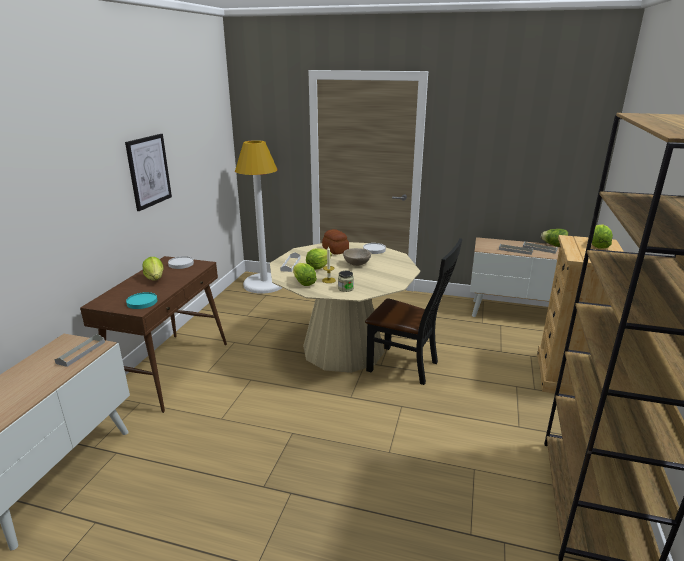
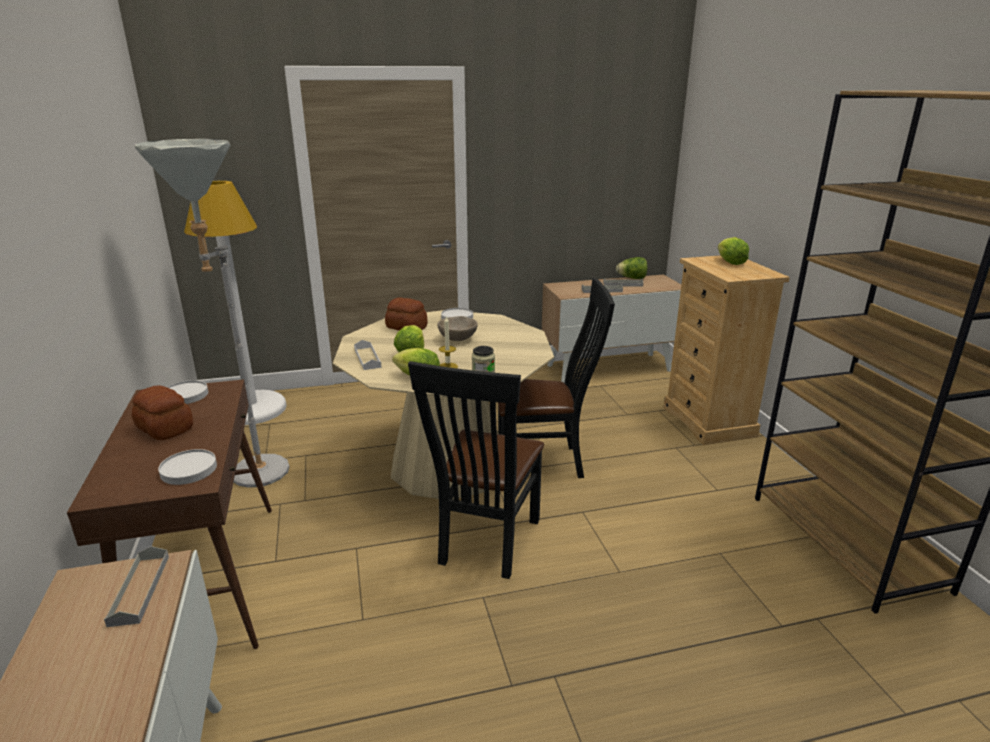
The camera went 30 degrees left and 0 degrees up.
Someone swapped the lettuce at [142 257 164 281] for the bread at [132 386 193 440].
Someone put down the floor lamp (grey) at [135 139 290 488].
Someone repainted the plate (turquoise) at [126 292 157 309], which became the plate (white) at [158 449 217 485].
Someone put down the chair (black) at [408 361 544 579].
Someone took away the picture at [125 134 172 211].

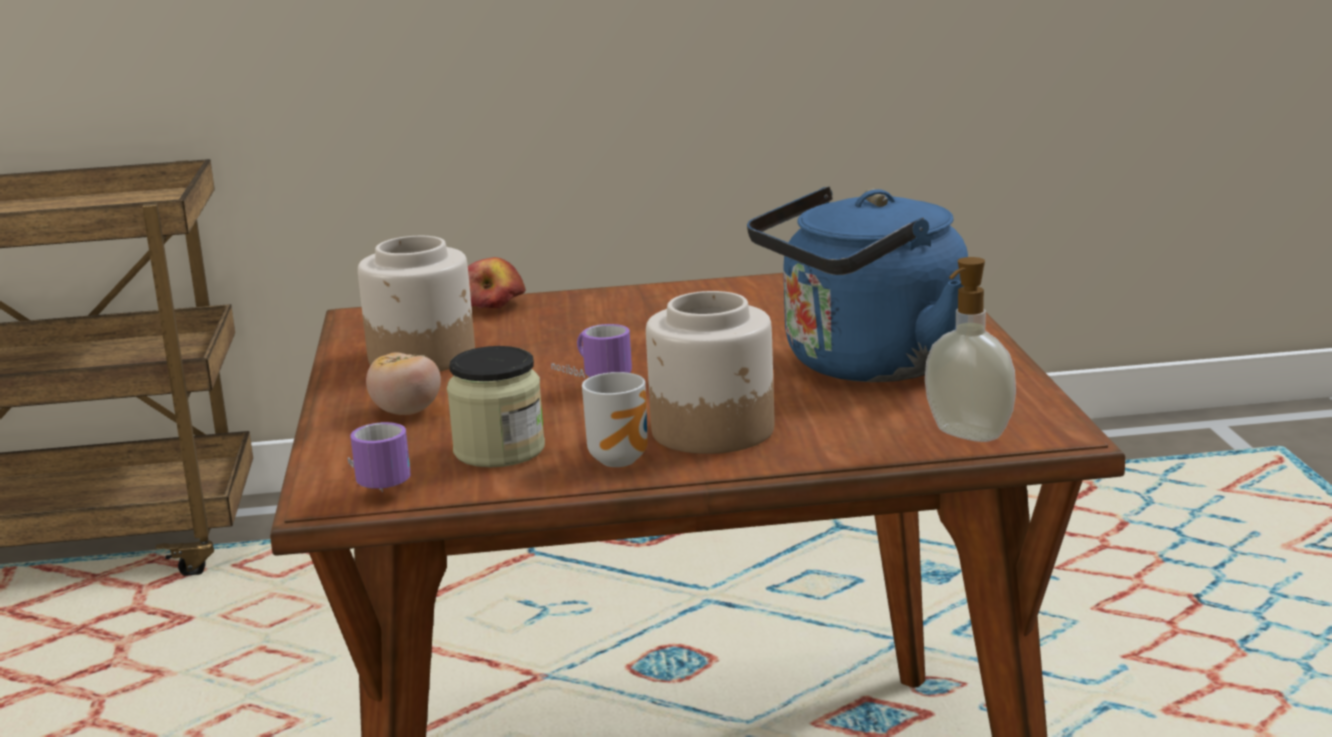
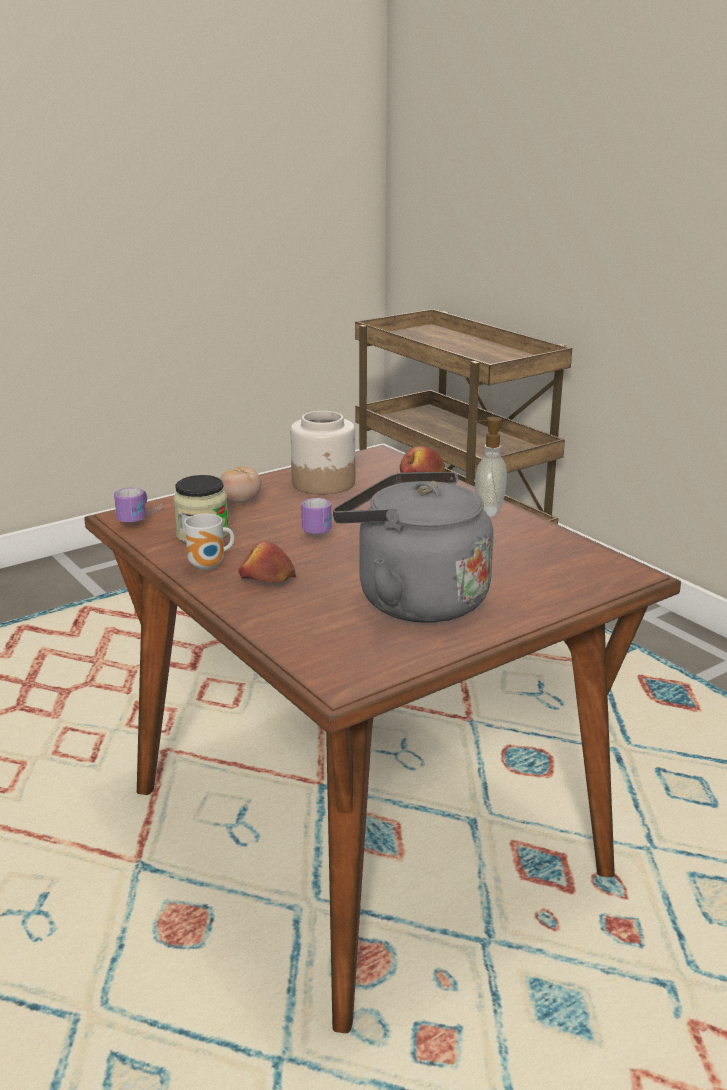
The camera went 60 degrees right and 5 degrees up.
Someone swapped the jar at [646 291 774 454] for the apple at [238 542 296 583].
Someone repainted the kettle (blue) at [747 186 968 382], which became the kettle (grey) at [333 472 493 623].
Someone carried the soap dispenser from [925 257 1016 442] to [475 417 507 517].

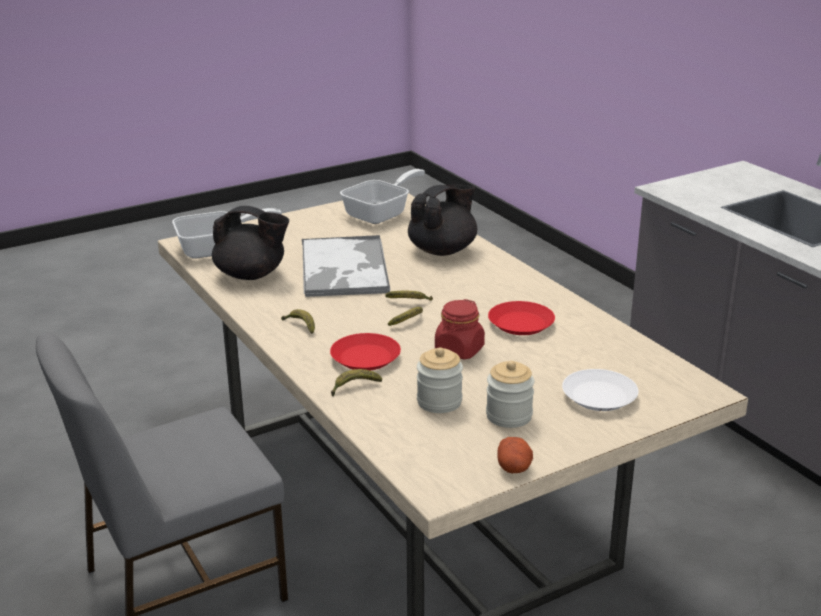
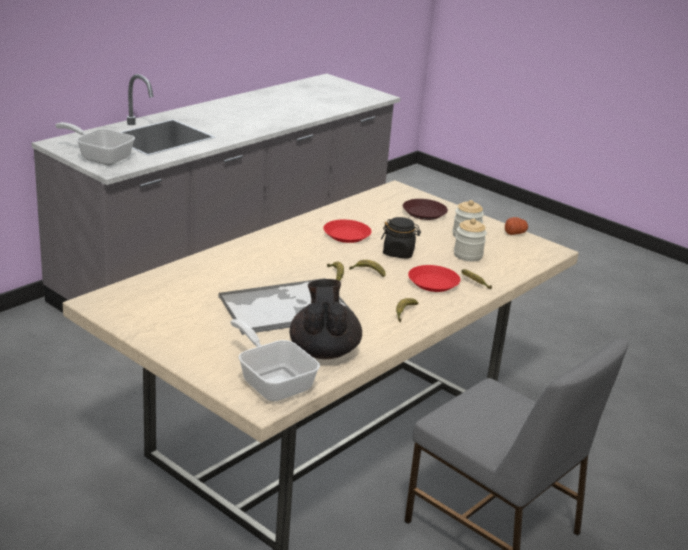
The camera went 110 degrees left and 0 degrees up.
Someone carried the frying pan from [340 169 425 224] to [55 122 135 166].
Someone repainted the jar (red) at [435 299 485 360], which became the jar (black) at [381 217 421 259].
Someone repainted the plate (white) at [562 369 639 411], which became the plate (brown) at [403 199 448 220].
Someone took away the teapot (black) at [408 185 477 256].

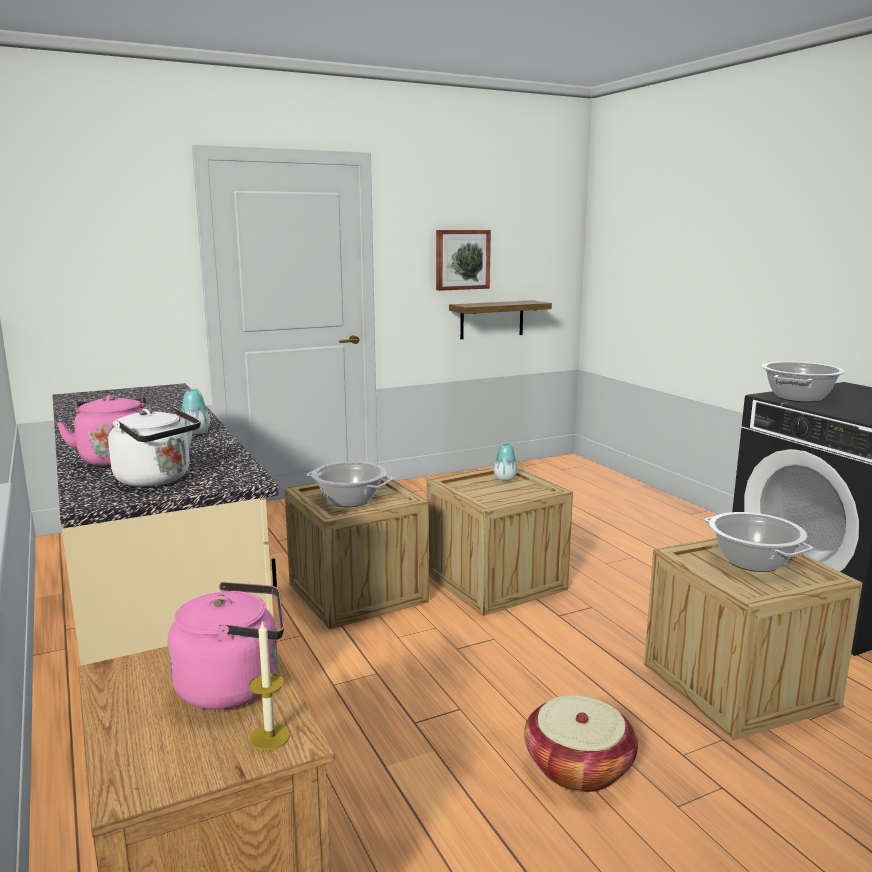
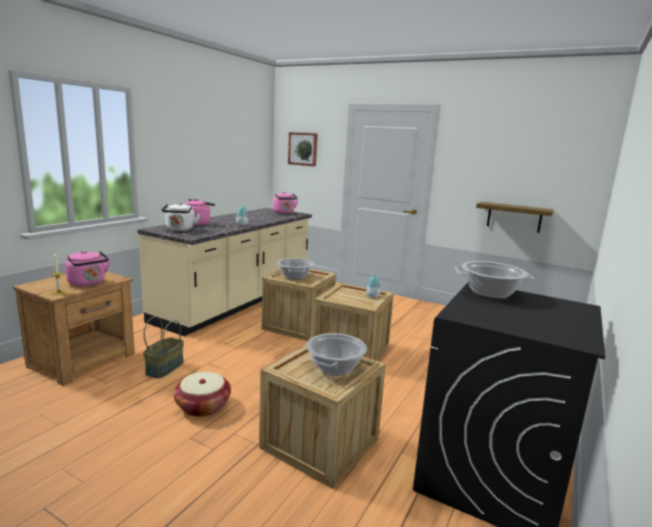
The camera went 55 degrees right and 0 degrees up.
Someone put down the basket at [143 316 184 378].
Someone put down the kettle (pink) at [273 192 298 214].
Someone carried the picture from [436 230 491 291] to [288 132 318 166].

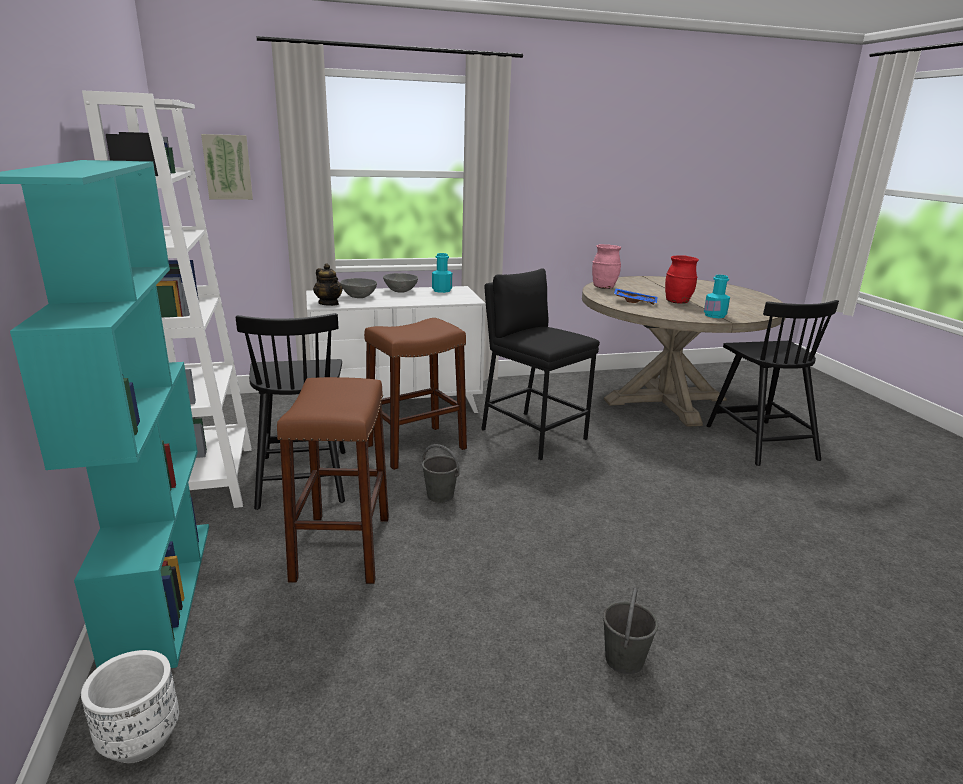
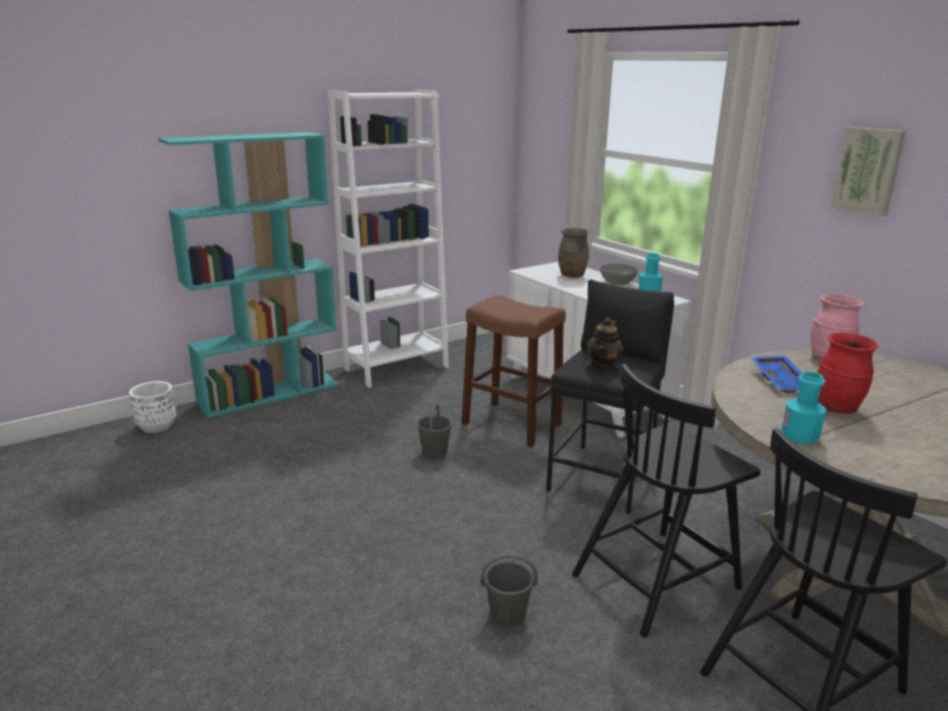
The camera went 70 degrees right and 0 degrees up.
Someone carried the bucket (grey) from [603 587 658 674] to [480 554 538 628].
Someone swapped the bowl (grey) at [340 278 377 298] for the vase (brown) at [558 228 589 277].
Someone carried the chair (black) from [236 313 346 510] to [572 364 760 638].
Someone carried the teapot from [313 264 343 306] to [586 317 624 370].
Someone carried the picture from [201 134 253 200] to [831 127 906 216].
Someone took away the stool (brown) at [277 377 389 584].

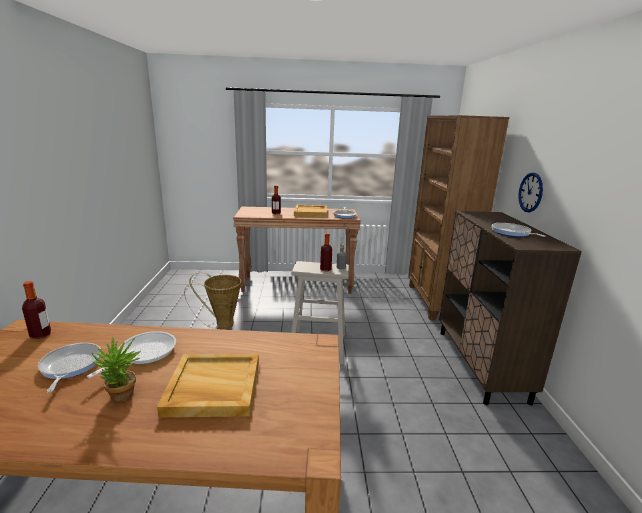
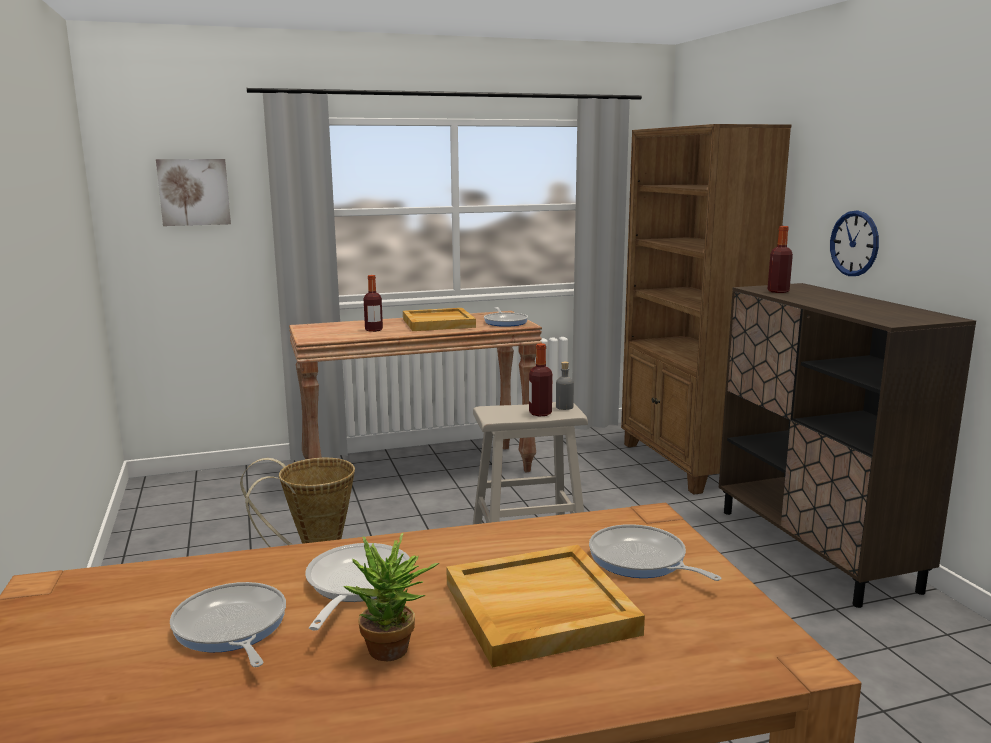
The camera went 15 degrees left and 5 degrees down.
Someone put up the picture at [156 159 231 226].
Someone carried the frying pan from [492 223 546 237] to [589 524 721 581].
Someone carried the bottle from [22 281 51 339] to [768 226 793 293].

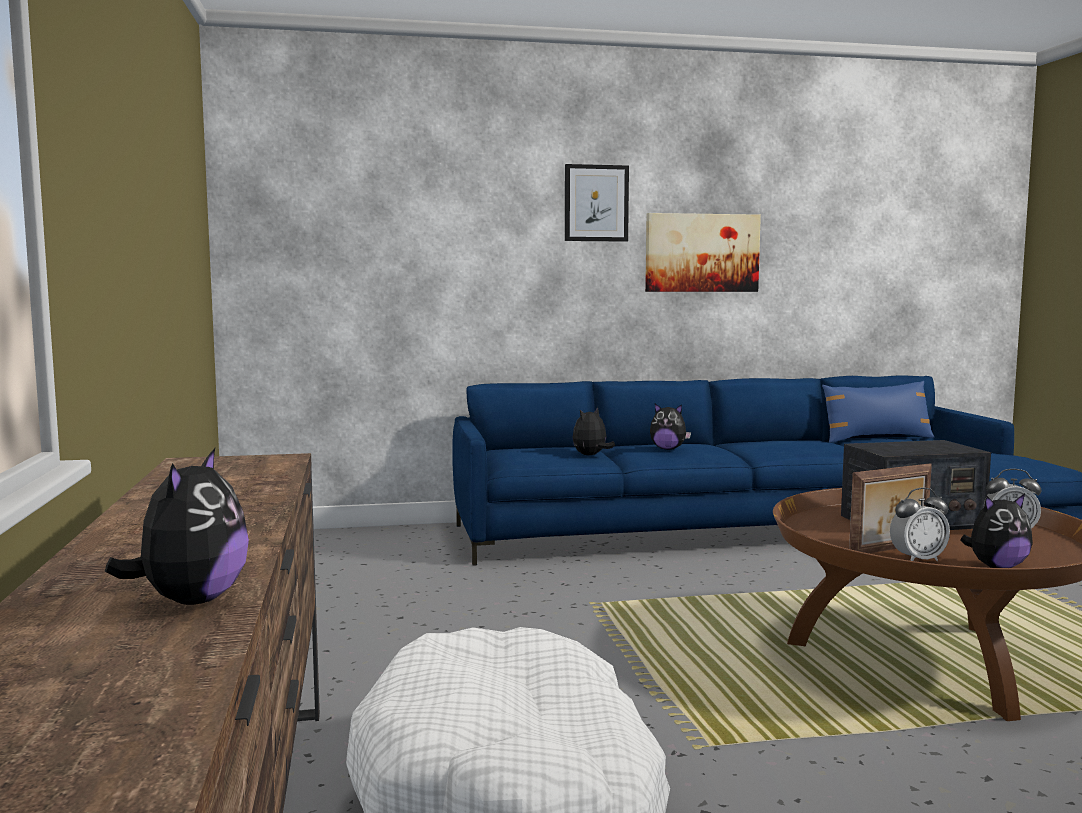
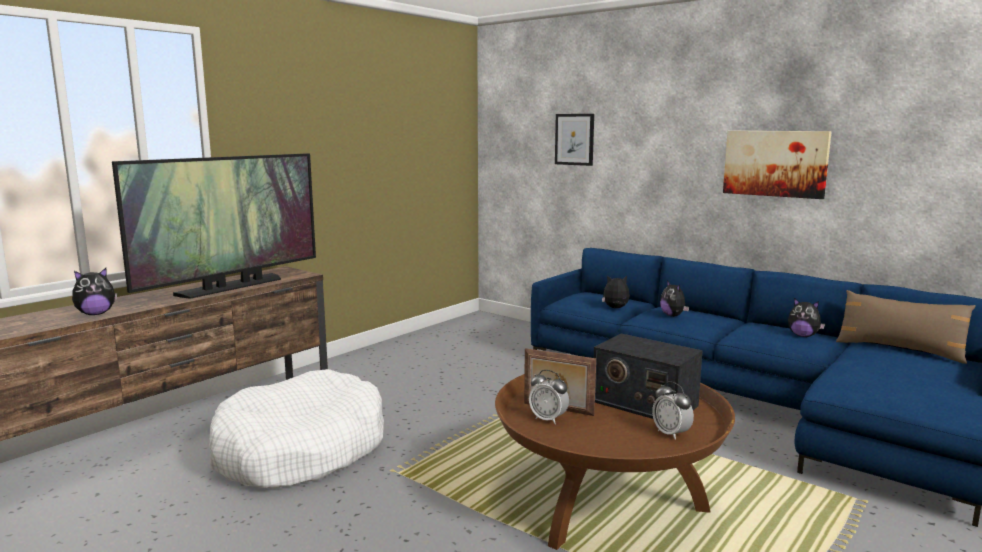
The camera went 50 degrees right and 5 degrees up.
Someone put down the television at [112 153 316 299].
Someone carried the picture from [565 164 629 242] to [555 114 594 166].
Someone carried the plush toy from [960 494 1033 568] to [788 298 825 337].
Someone repainted the pillow (blue) at [822 381 934 443], which became the pillow (brown) at [836 290 976 364].

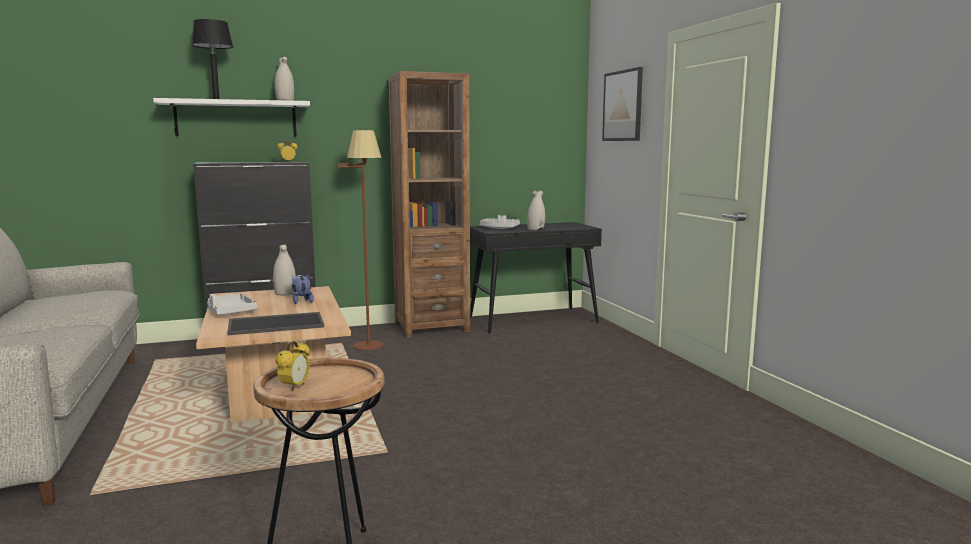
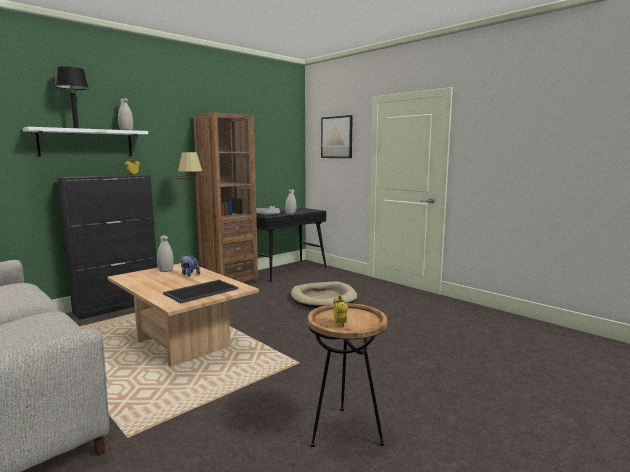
The camera went 25 degrees left and 0 degrees up.
Someone put down the dog bed (beige) at [291 281 357 308].
Someone took away the tray (grey) at [207 293 258 315].

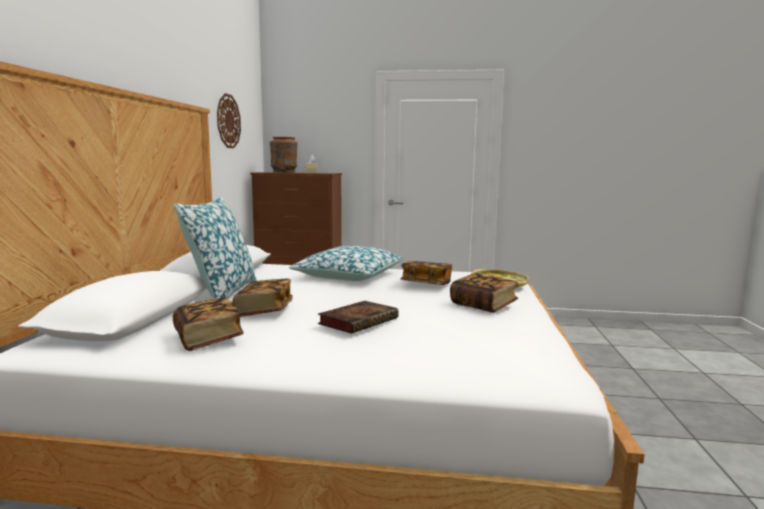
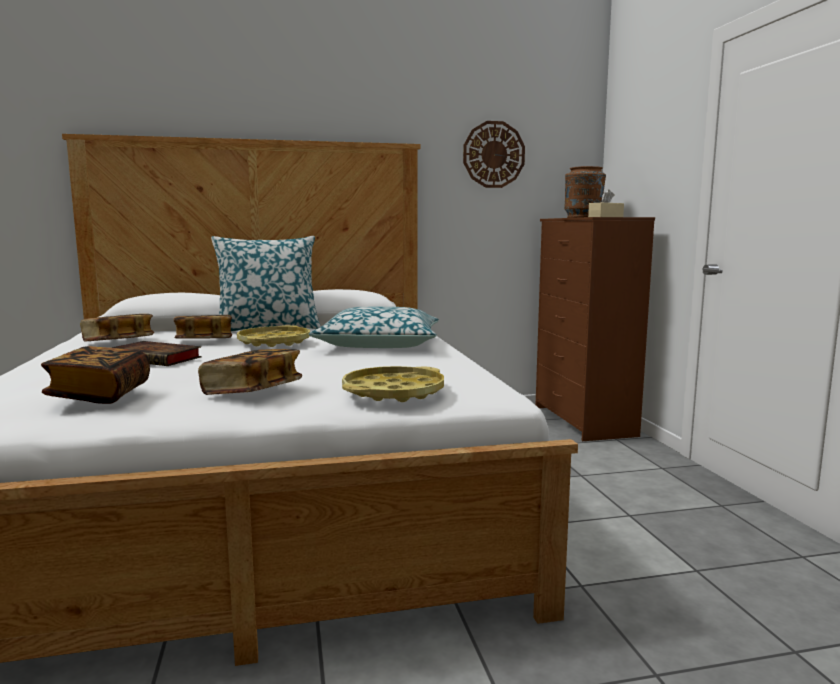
The camera went 70 degrees right and 0 degrees up.
Someone carried the book from [401 261 452 285] to [41 346 150 404].
Someone put down the tray (yellow) at [237 325 310 347].

